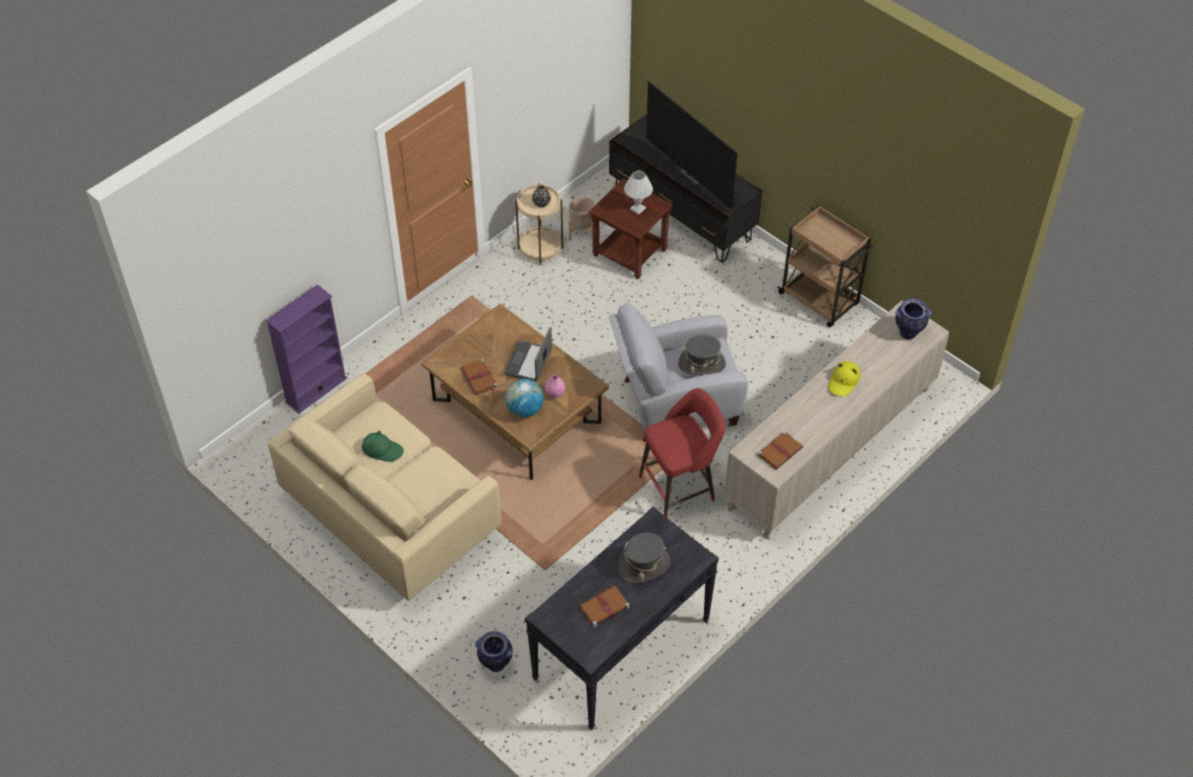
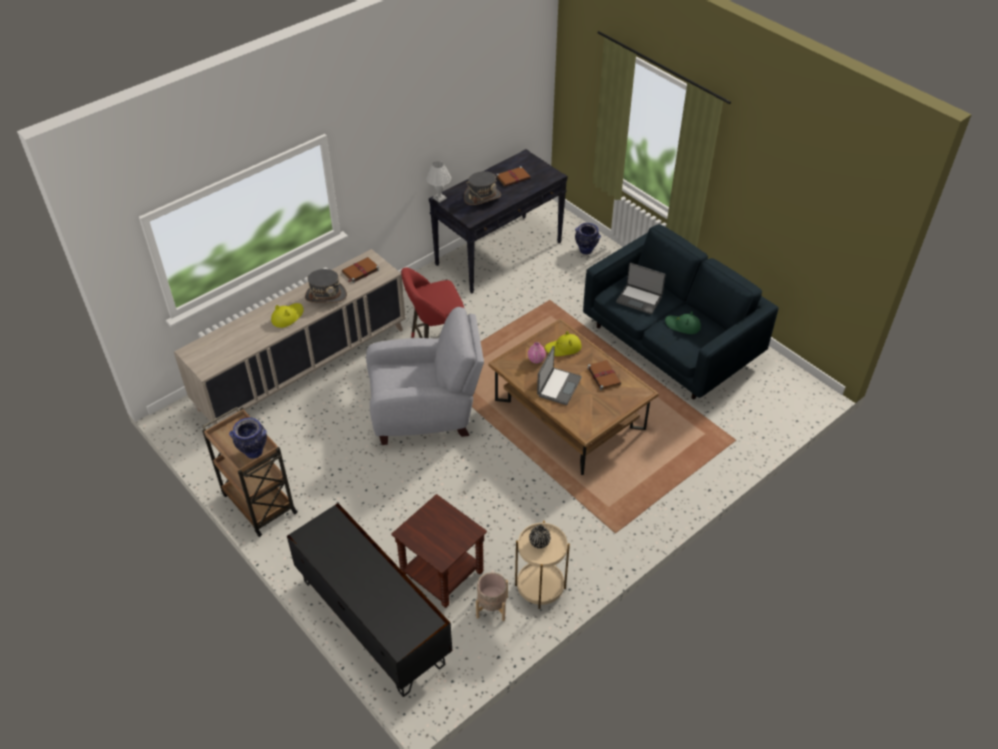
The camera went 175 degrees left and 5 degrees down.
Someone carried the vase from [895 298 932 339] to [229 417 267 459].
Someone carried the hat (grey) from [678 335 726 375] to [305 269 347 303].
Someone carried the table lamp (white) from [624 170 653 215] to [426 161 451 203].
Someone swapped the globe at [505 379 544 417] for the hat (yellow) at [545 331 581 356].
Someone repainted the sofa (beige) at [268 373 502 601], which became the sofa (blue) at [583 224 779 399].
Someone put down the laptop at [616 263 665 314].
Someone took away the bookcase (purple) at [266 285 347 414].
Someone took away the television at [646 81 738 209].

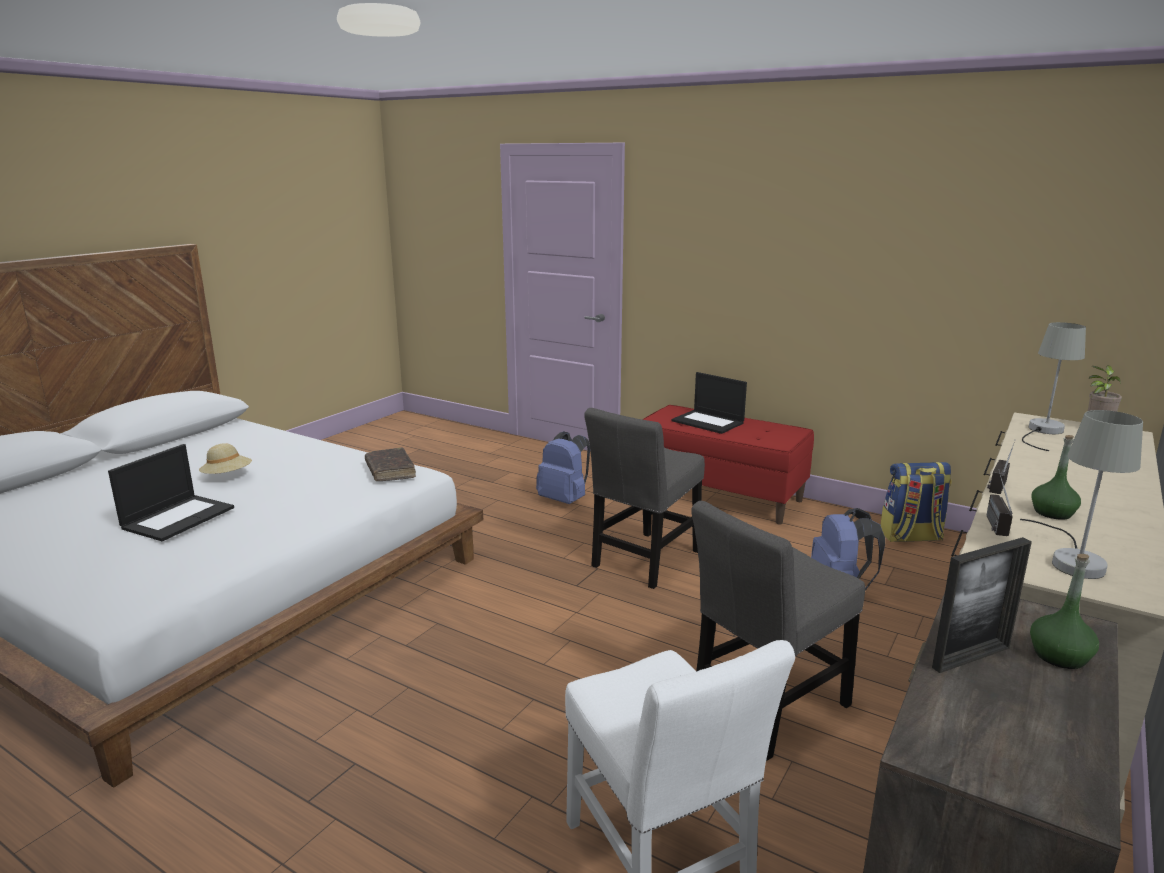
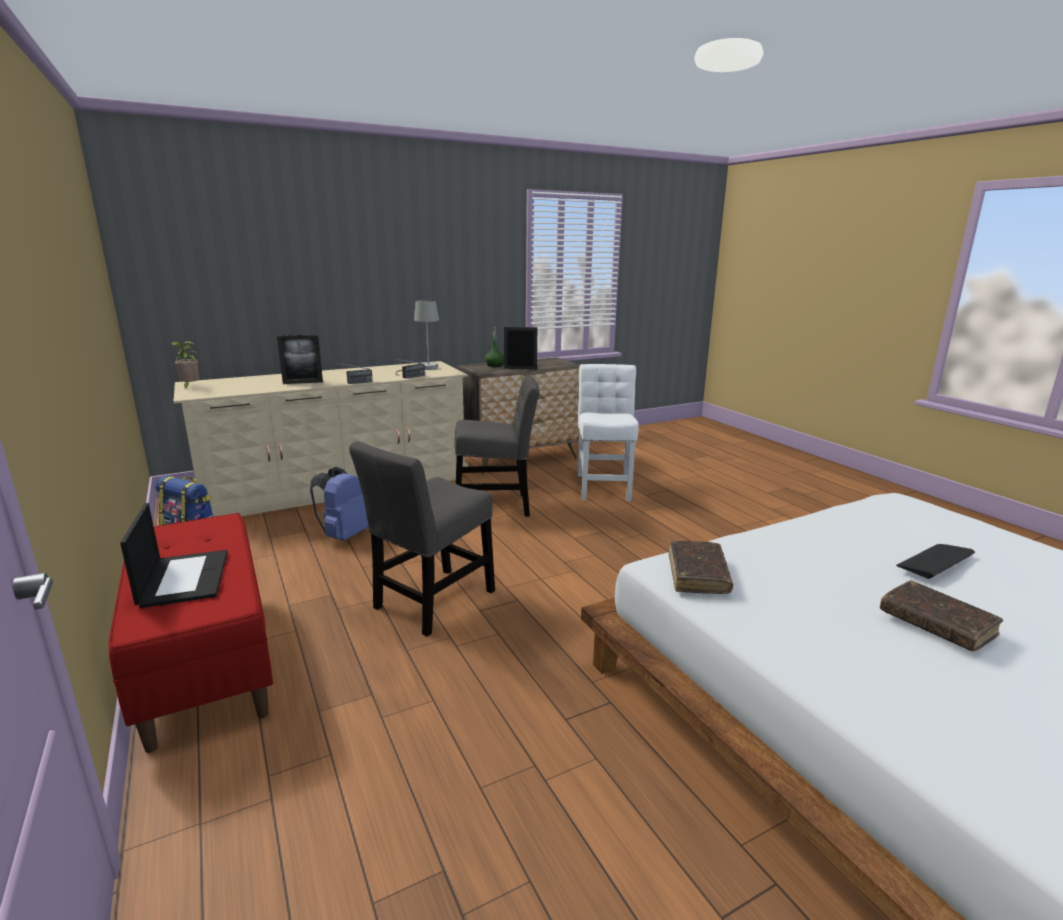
The camera went 150 degrees left and 0 degrees up.
Someone put down the picture frame at [277 335 323 384].
Someone rotated the chair (grey) at [584 408 705 589] by 150 degrees clockwise.
Someone swapped the hat (beige) at [199 443 252 474] for the book (brown) at [880 580 1003 652].
Someone swapped the laptop at [108 444 234 541] for the keyboard at [896 544 975 579].
Someone took away the backpack (blue) at [536 431 590 504].
Someone took away the table lamp (grey) at [1022 322 1086 451].
Someone took away the bottle (green) at [1031 435 1081 520].

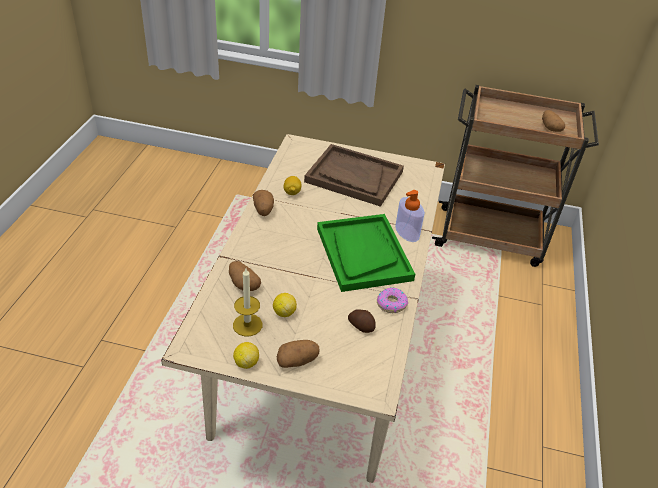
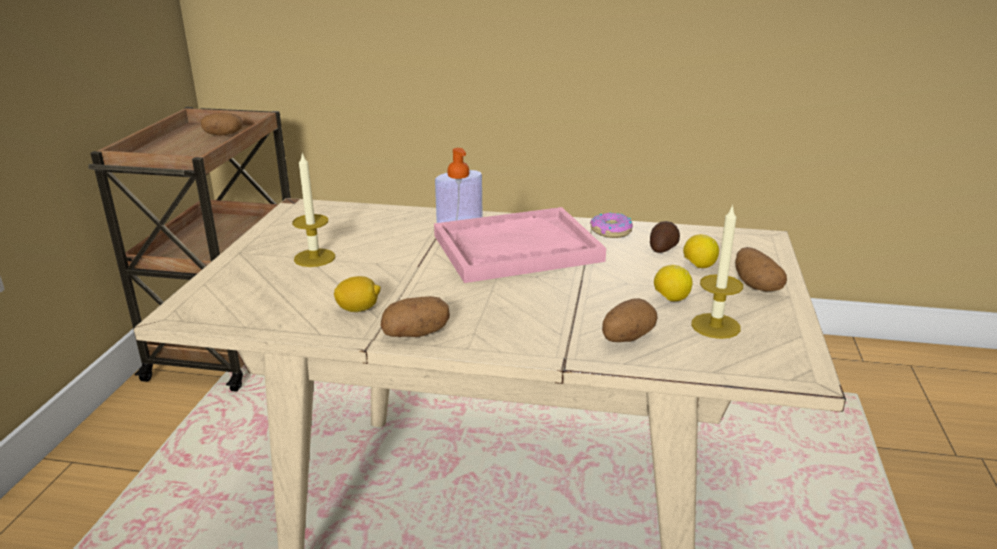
The camera went 90 degrees left and 15 degrees down.
Someone swapped the tray (brown) at [304 144 404 207] for the candle at [292 153 335 267].
Someone repainted the tray (green) at [317 214 415 292], which became the tray (pink) at [434 207 606 283].
Someone carried the lemon from [233 342 259 369] to [683 234 719 268].

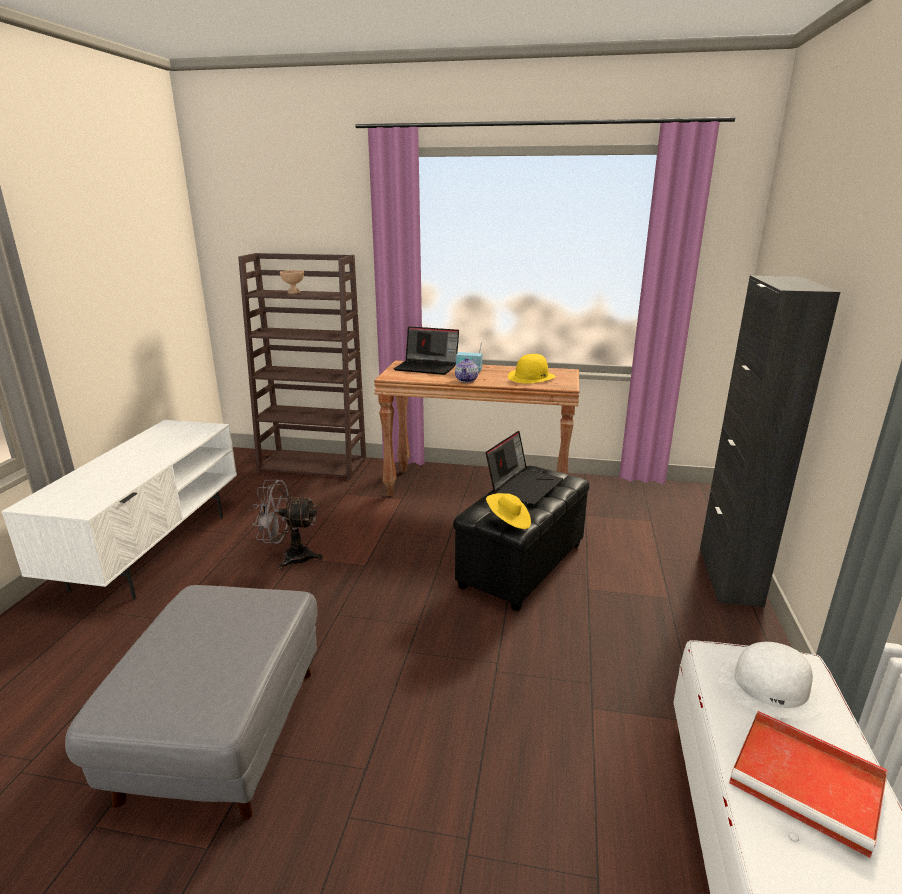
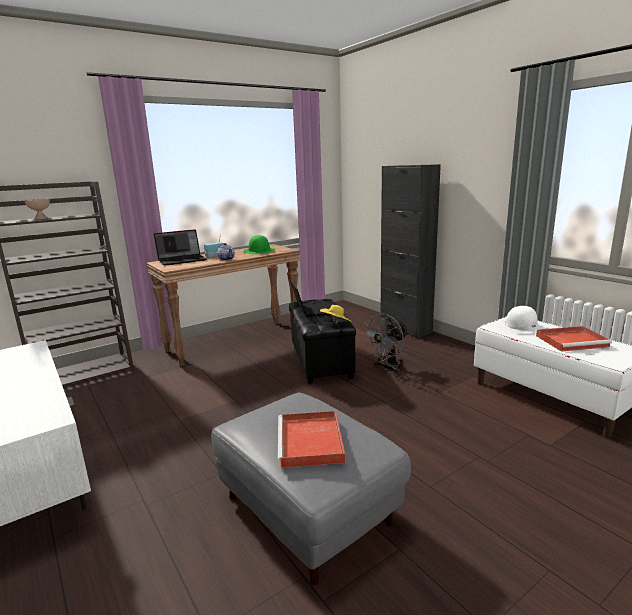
The camera went 45 degrees left and 5 degrees down.
Someone repainted the hat (yellow) at [508 354 556 384], which became the hat (green) at [244 235 275 254].
Someone put down the tray (red) at [278 411 345 468].
Someone carried the fan (grey) from [252 480 323 570] to [363 313 408 374].

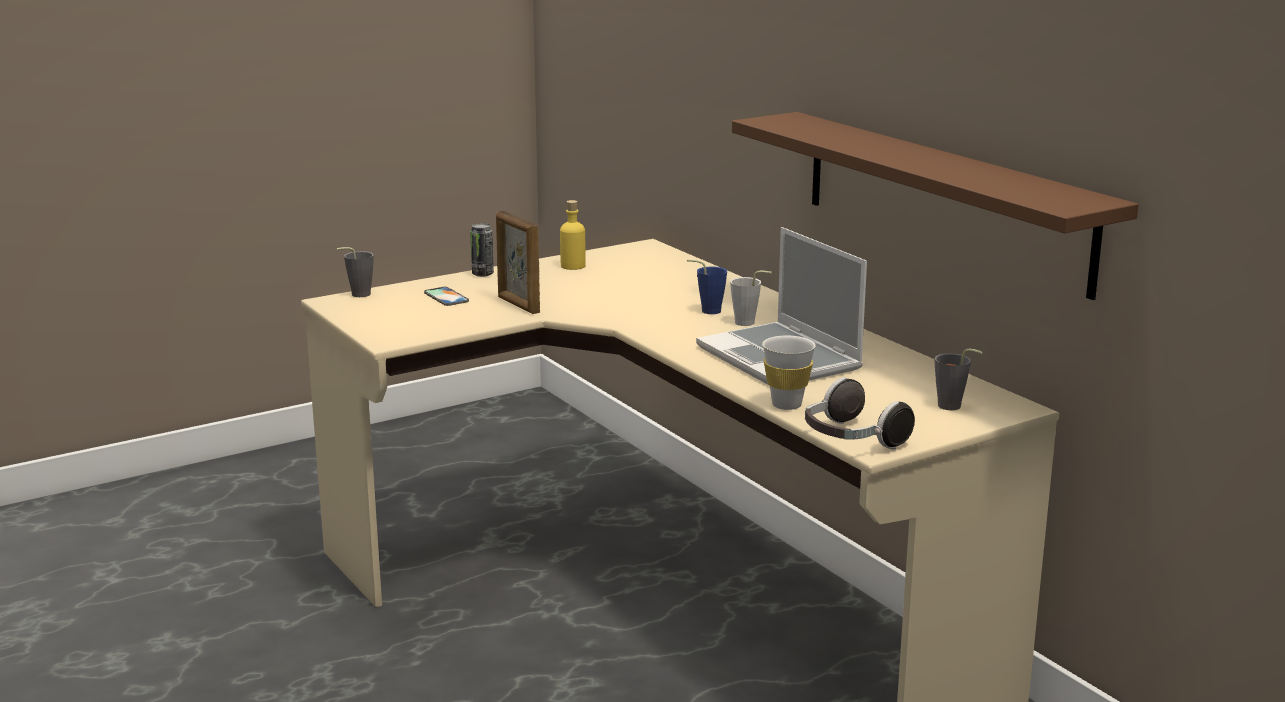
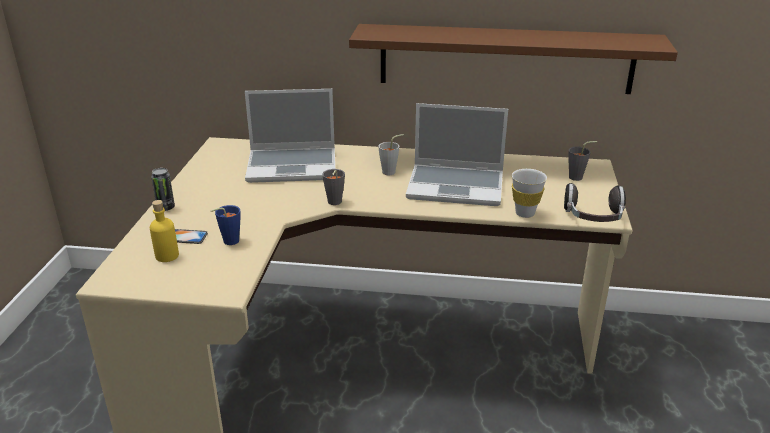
The camera went 50 degrees left and 10 degrees up.
Someone carried the bottle (yellow) from [560 200 586 270] to [150 200 179 262].
Someone carried the cup (blue) from [687 259 727 314] to [210 205 240 245].
Someone put down the laptop at [245 89 335 183].
Someone carried the cup (grey) from [337 247 374 297] to [322 169 345 205].
Someone took away the picture frame at [496 211 540 314].

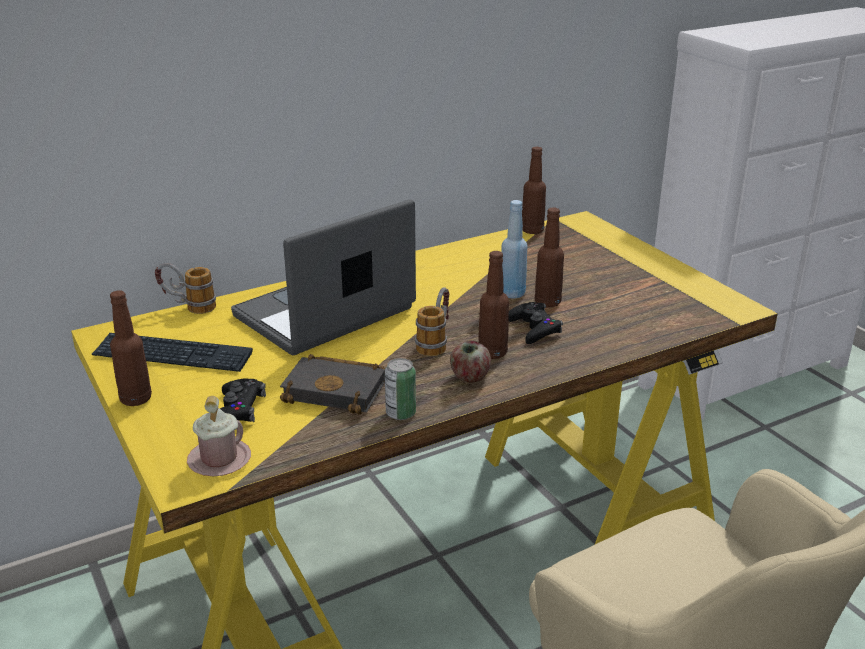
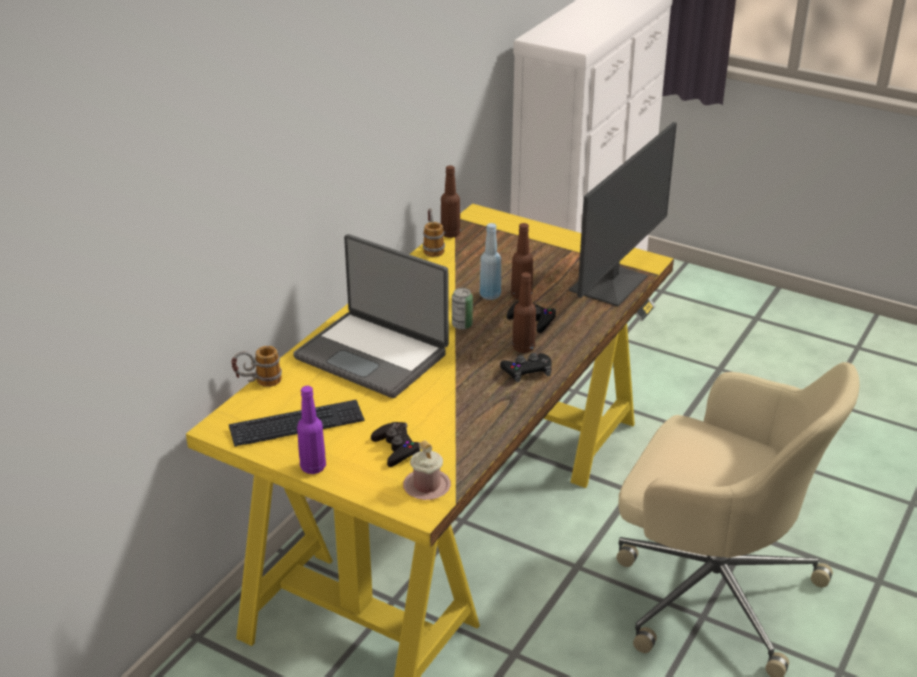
The camera went 30 degrees left and 5 degrees up.
Someone rotated the laptop at [231 199 416 355] by 75 degrees counterclockwise.
Someone repainted the bottle (brown) at [110 290 152 406], which became the bottle (purple) at [297 386 326 474].
Someone carried the mug from [415 287 450 357] to [423 208 445 257].
Someone carried the can from [385 358 416 420] to [452 288 473 330].
Someone swapped the apple at [450 341 491 383] for the game controller (black) at [500 353 552 382].
Someone put down the monitor at [569 122 677 307].
Someone took away the book (black) at [280 354 385 415].

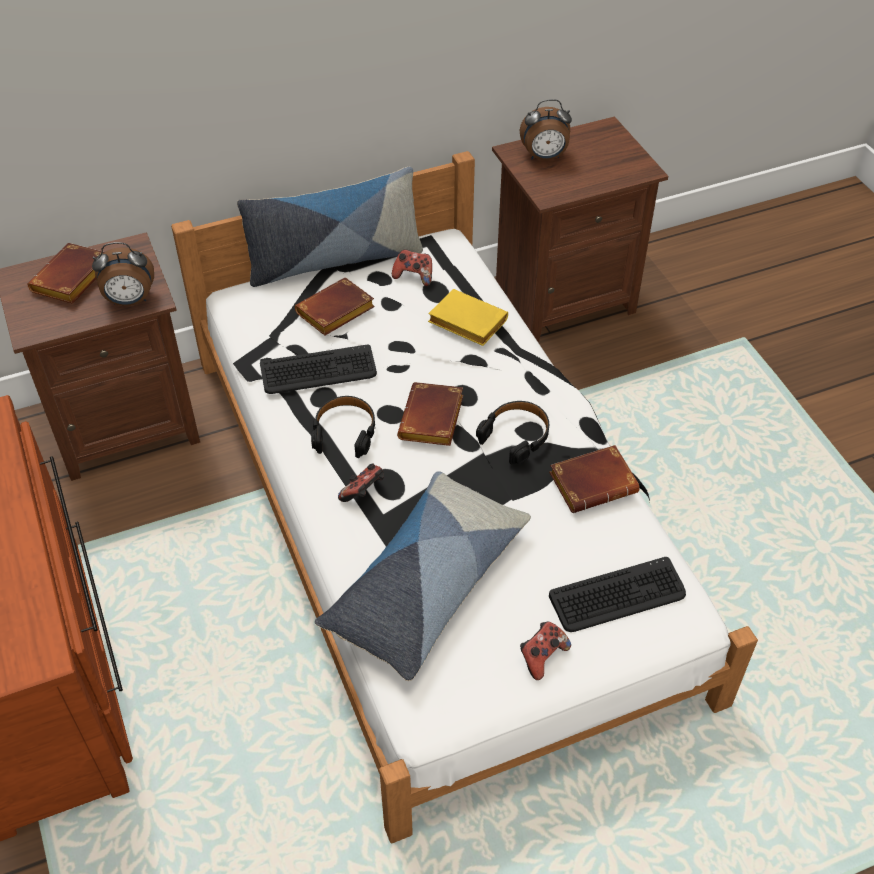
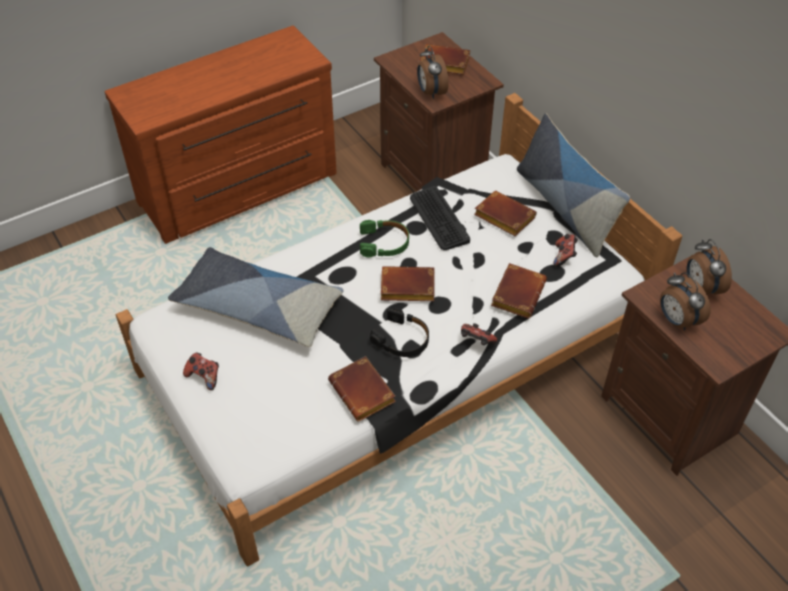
The camera went 80 degrees right and 0 degrees up.
Someone repainted the headphones (black) at [311 396 376 458], which became the headphones (green) at [360 220 409 258].
Someone carried the game controller from [338 463 384 502] to [461 323 497 345].
Someone repainted the book (yellow) at [428 289 508 346], which became the book (brown) at [491 263 547 318].
Someone put down the alarm clock at [660 272 711 331].
Someone took away the keyboard at [549 557 686 632].

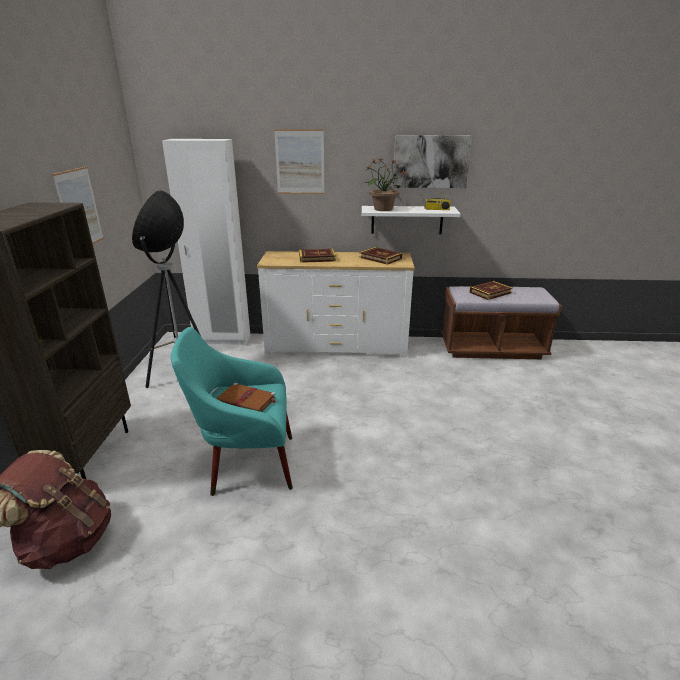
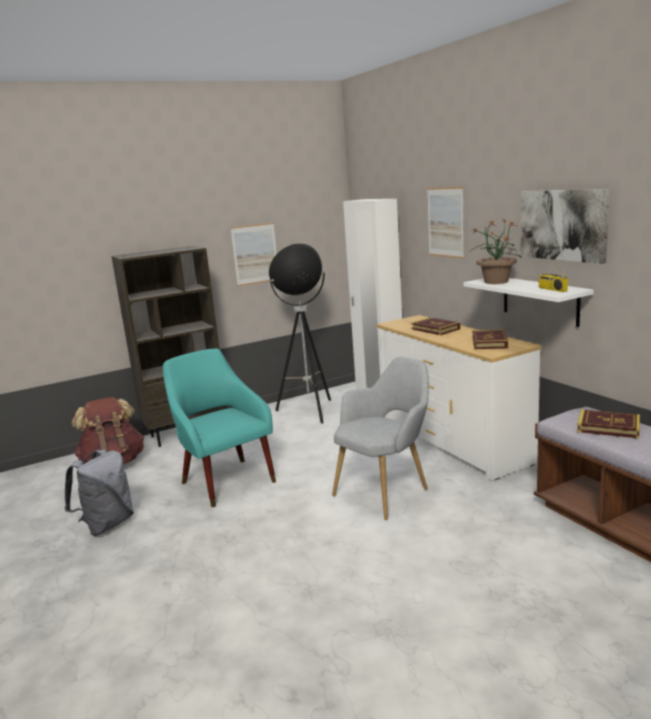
The camera went 60 degrees right and 10 degrees down.
Someone put down the backpack (grey) at [65 450 134 536].
Someone put down the armchair (grey) at [332 357 429 520].
Someone took away the book (brown) at [216 382 276 412].

